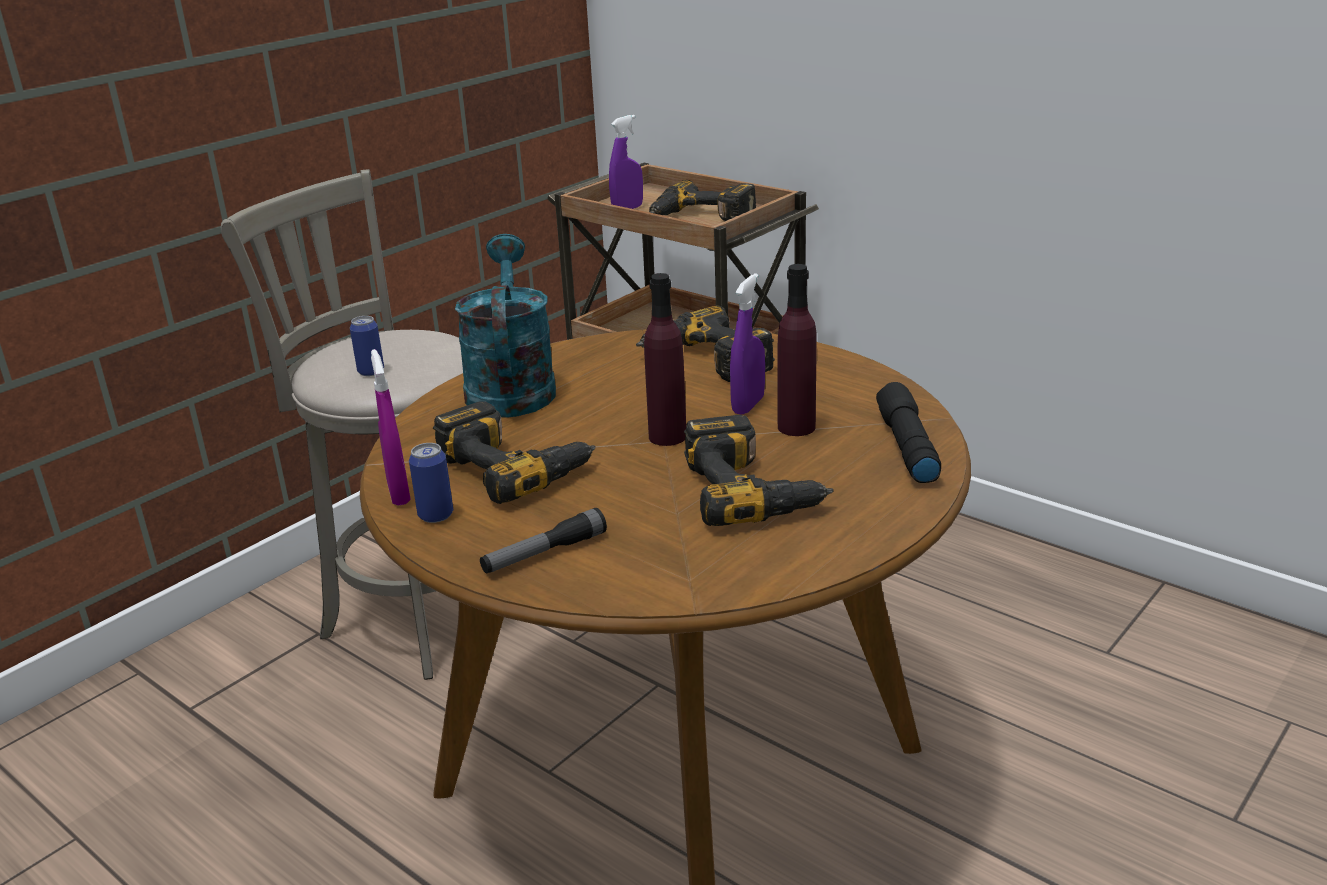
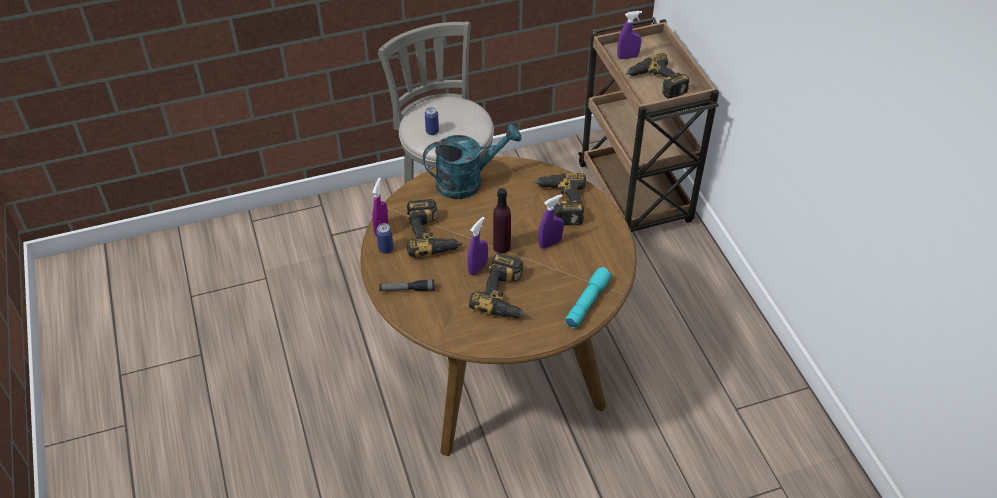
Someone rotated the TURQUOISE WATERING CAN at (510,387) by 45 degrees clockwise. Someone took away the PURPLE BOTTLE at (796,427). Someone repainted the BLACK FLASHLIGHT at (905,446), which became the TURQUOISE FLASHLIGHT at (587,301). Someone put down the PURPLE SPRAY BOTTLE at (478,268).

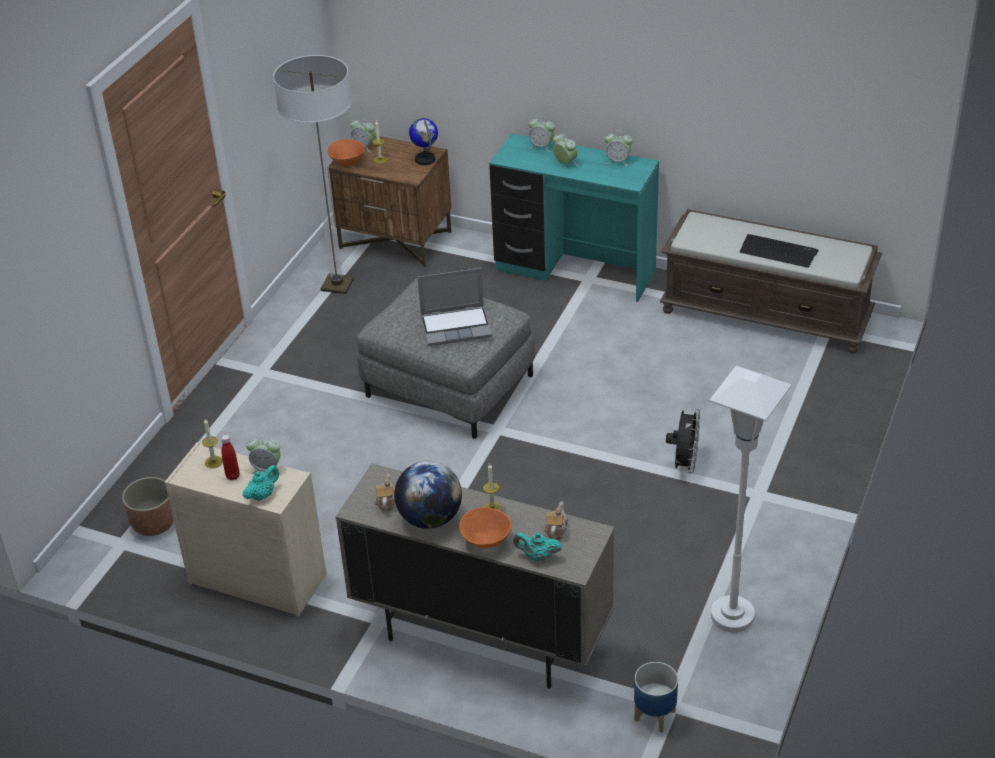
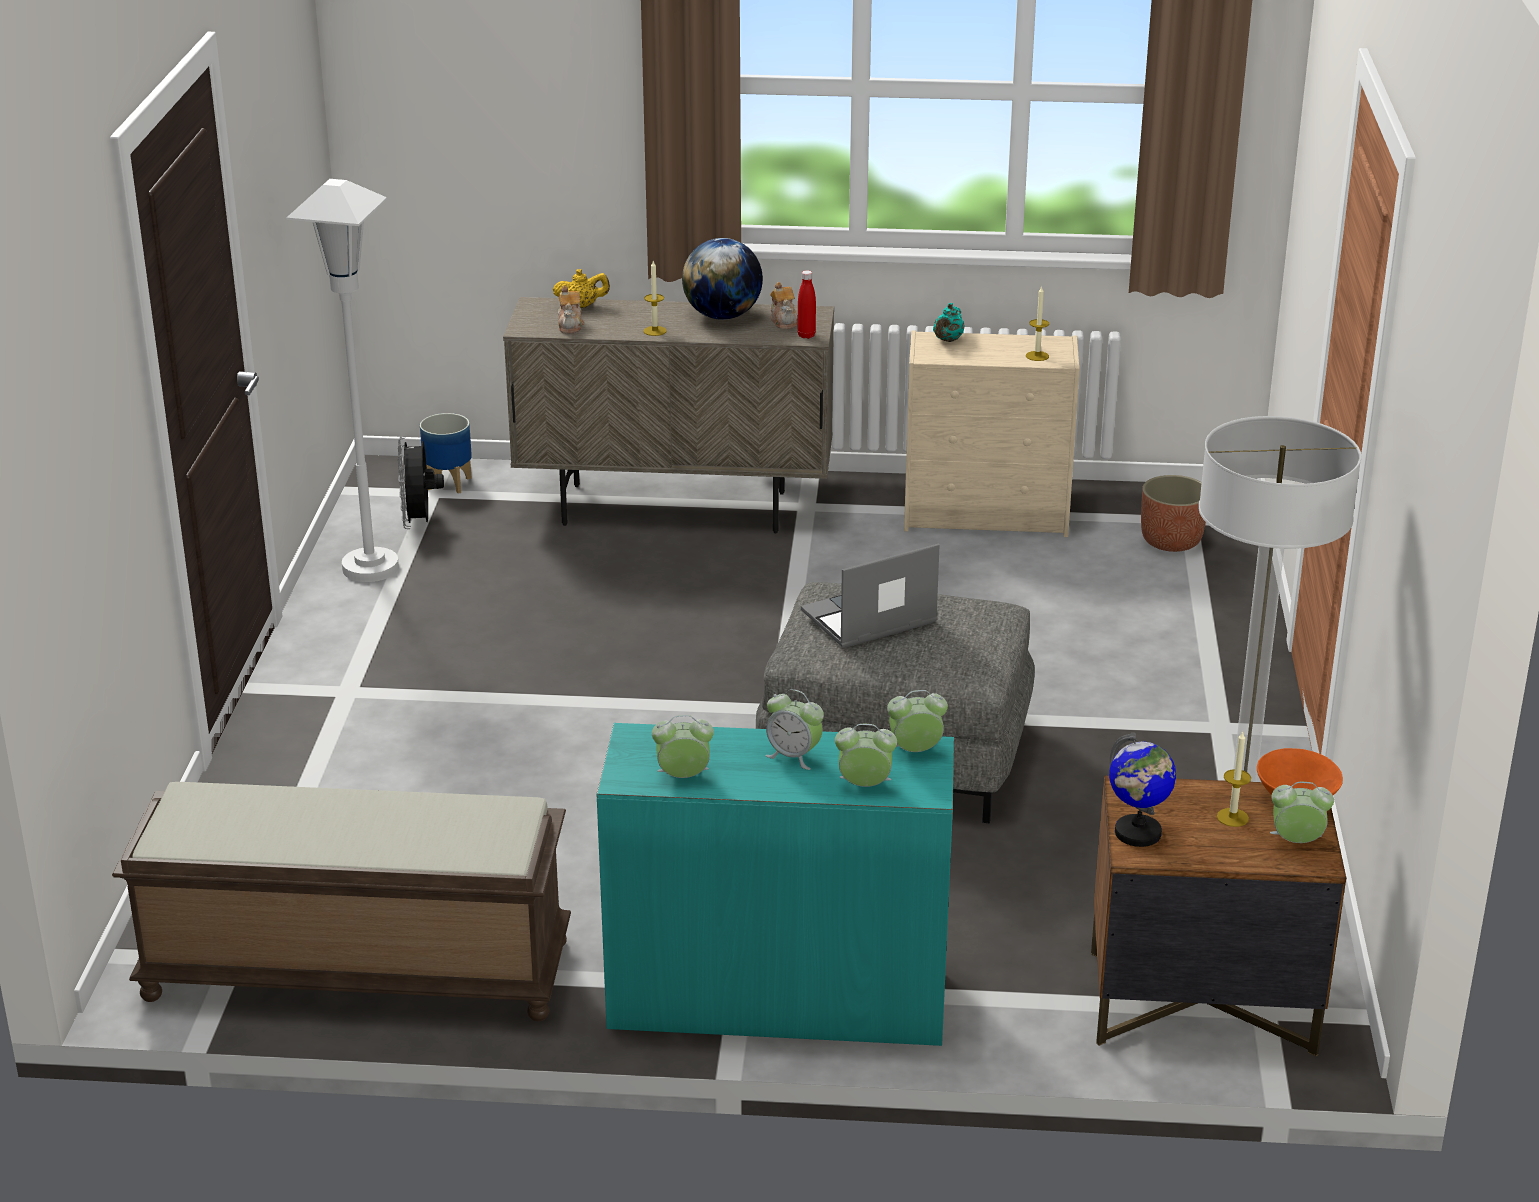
Someone carried the RED BOTTLE from (233,476) to (806,335). Someone carried the ALARM CLOCK from (267,469) to (915,751). Someone took away the ORANGE BOWL at (485,540). Someone repainted the TURQUOISE TEAPOT at (537,557), which became the YELLOW TEAPOT at (581,306). Someone carried the BLACK FAN from (684,464) to (420,523). Someone took away the KEYBOARD at (778,251).

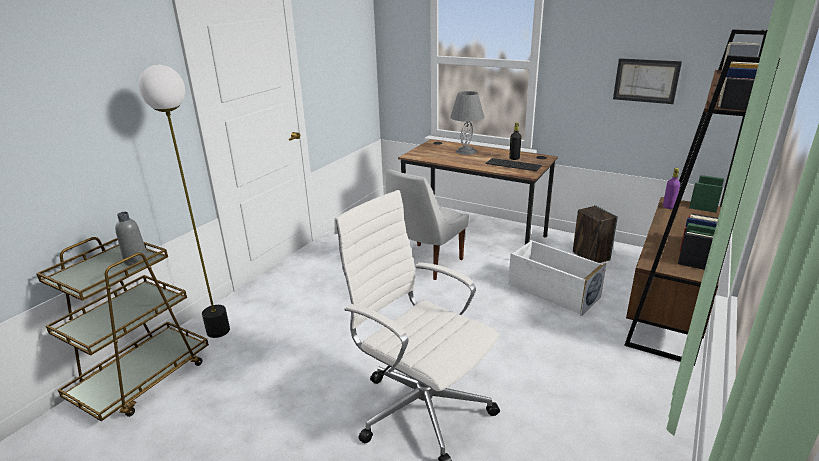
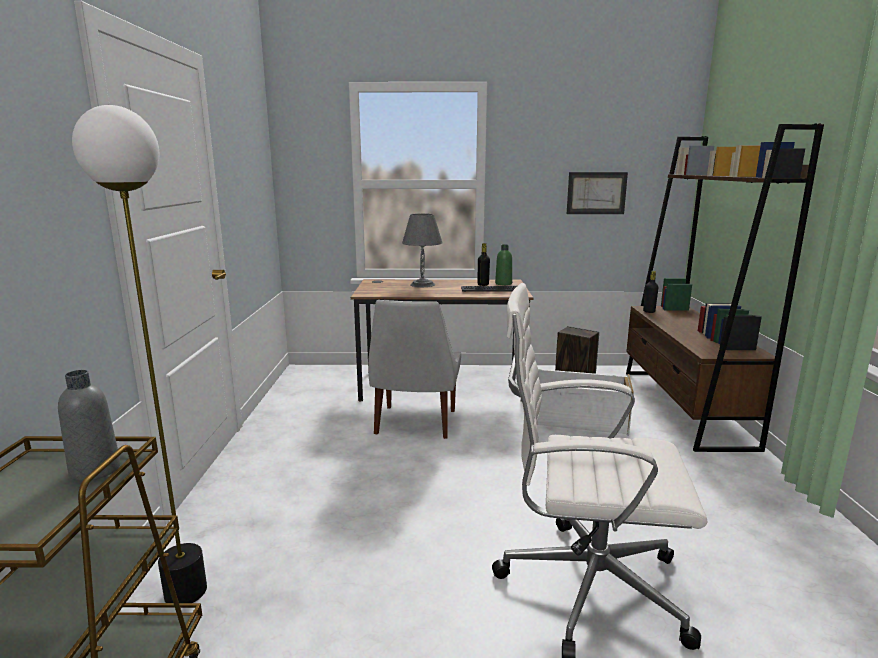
Someone repainted the PURPLE BOTTLE at (668,207), which became the BLACK BOTTLE at (649,311). Someone put down the GREEN BOTTLE at (503,283).

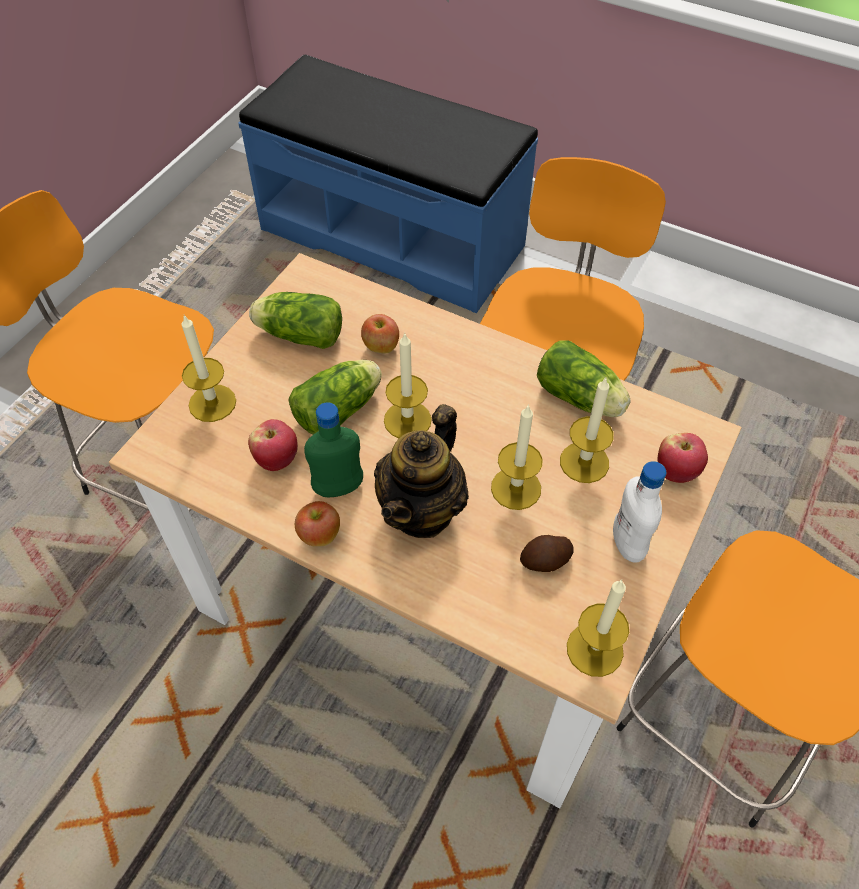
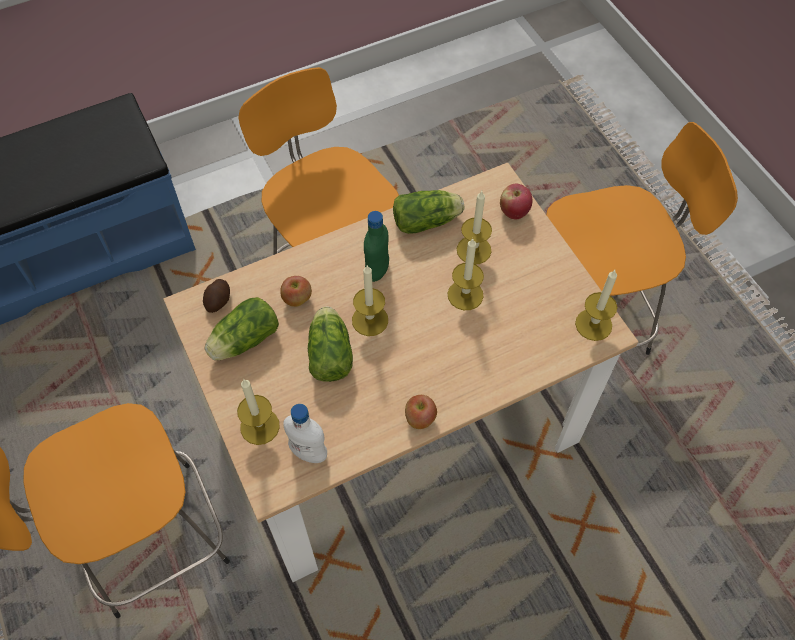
Someone took away the APPLE at (277,459). Someone carried the GREEN BOTTLE from (338,488) to (377,270). Someone took away the TEAPOT at (422,510). Someone carried the POTATO from (546,561) to (219,300). Someone carried the WHITE BOTTLE from (628,543) to (309,452).

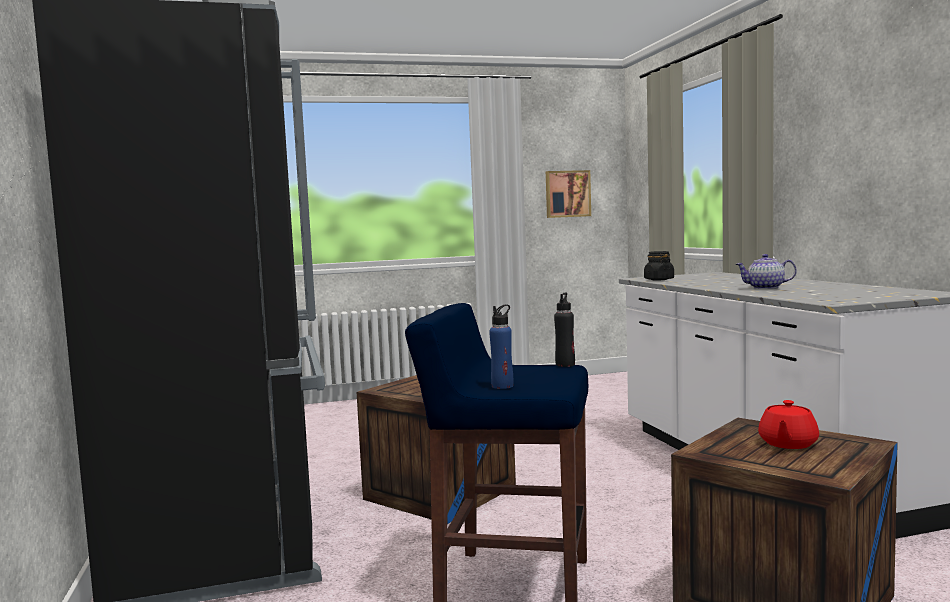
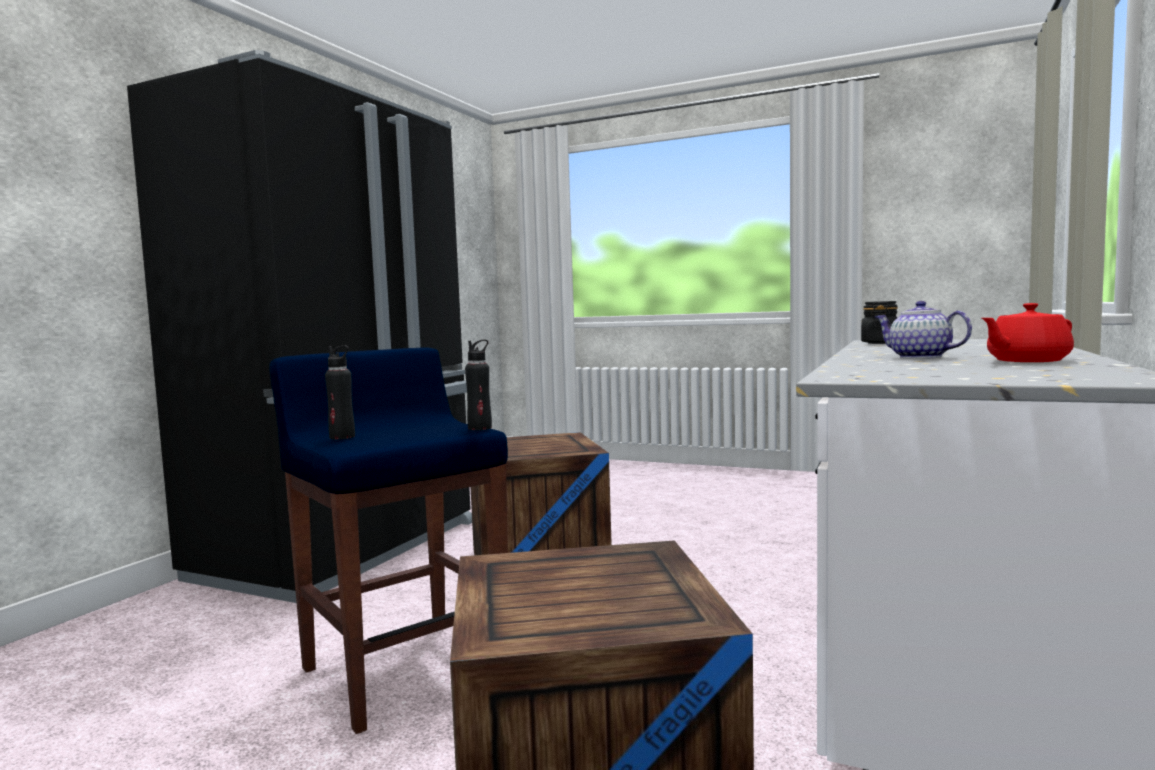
Someone repainted the BLUE BOTTLE at (502,386), which became the BLACK BOTTLE at (342,437). Someone took away the PICTURE at (567,194). Someone carried the RED TEAPOT from (787,444) to (1026,361).

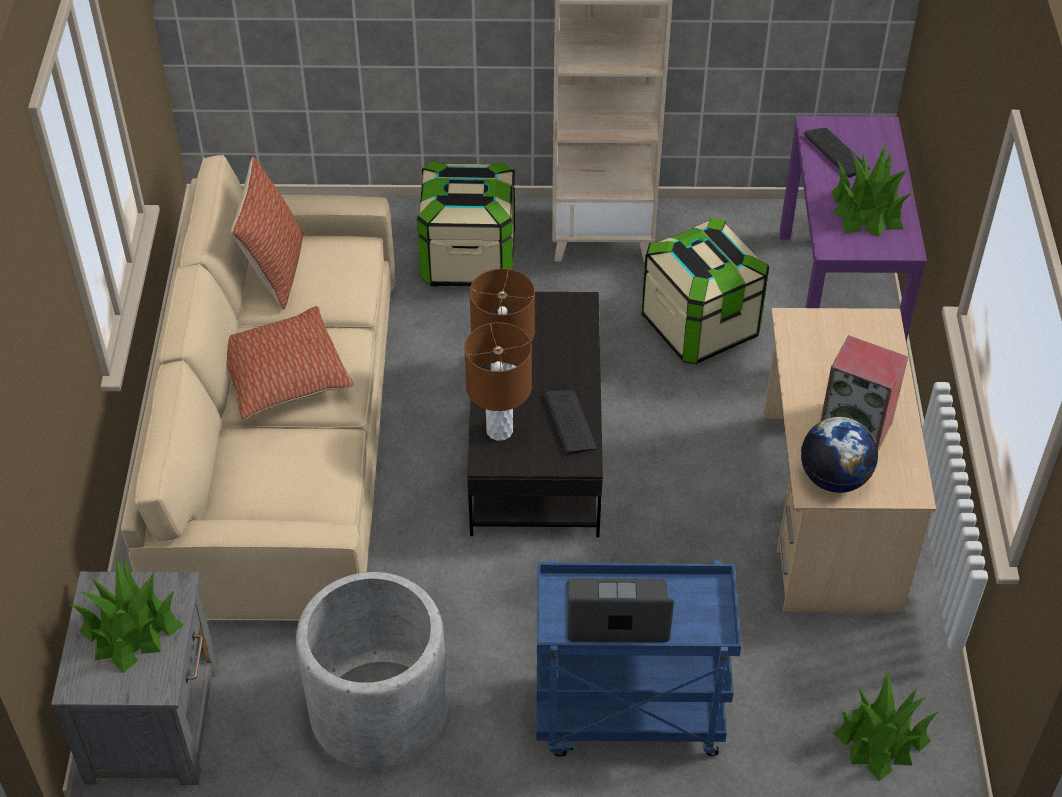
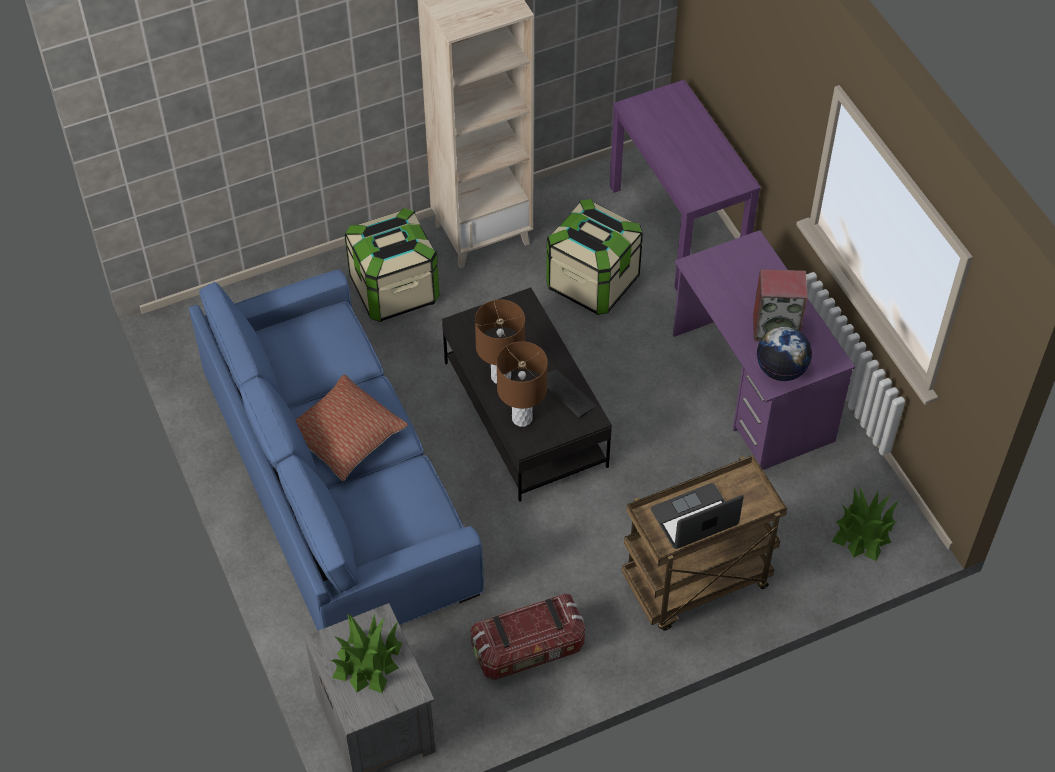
Someone repainted the BEIGE SOFA at (282,436), which became the BLUE SOFA at (338,480). Someone took away the PILLOW at (275,269). Someone swapped the GREY PLANTER at (379,710) for the STORAGE BOX at (529,649). Someone repainted the BLUE CART at (627,716), which became the BROWN CART at (695,584). Someone repainted the BEIGE DESK at (829,510), which became the PURPLE DESK at (752,388). Someone took away the KEYBOARD at (836,153). Someone took away the POTTED PLANT at (867,210).

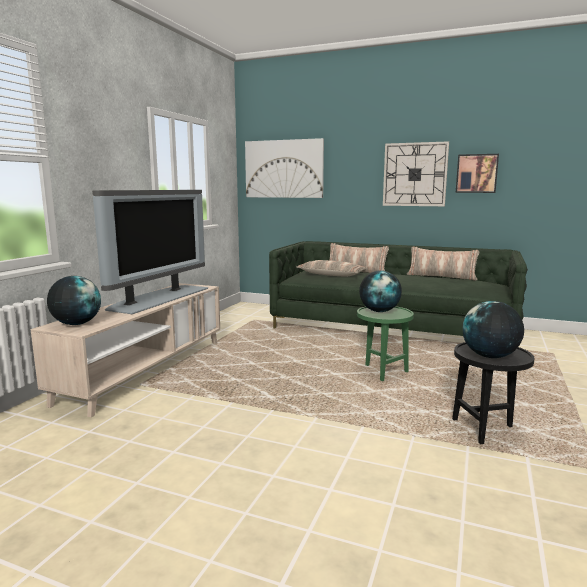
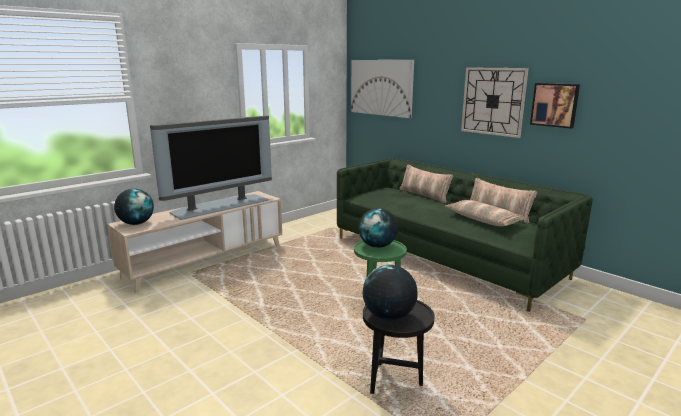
Someone carried the PILLOW from (331,275) to (483,220).

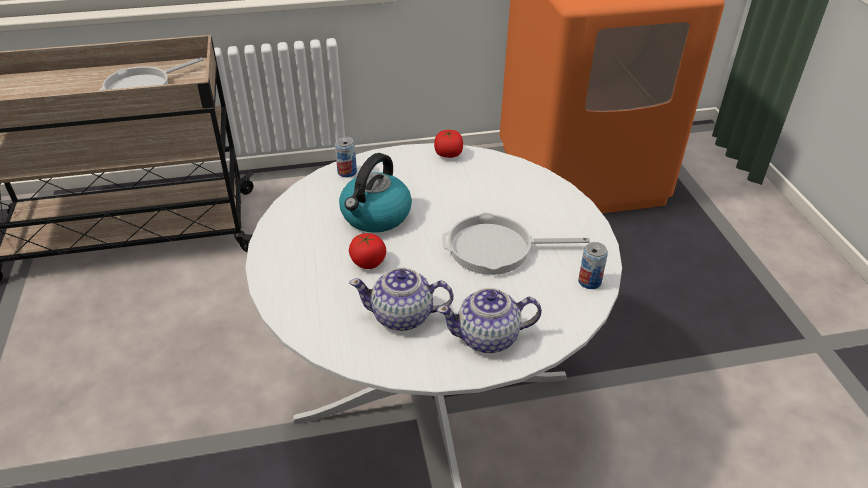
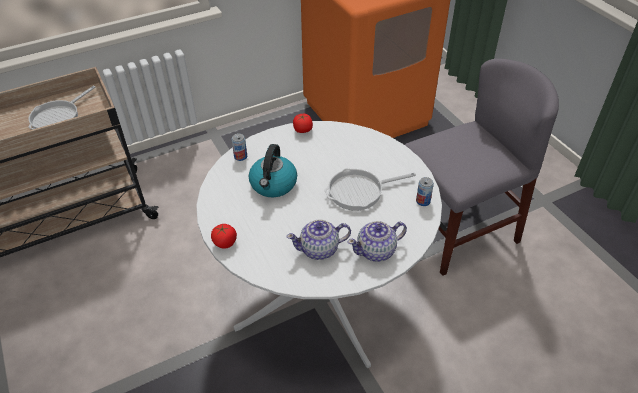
Someone carried the TOMATO from (368,262) to (225,242). Someone put down the GREY CHAIR at (457,231).

